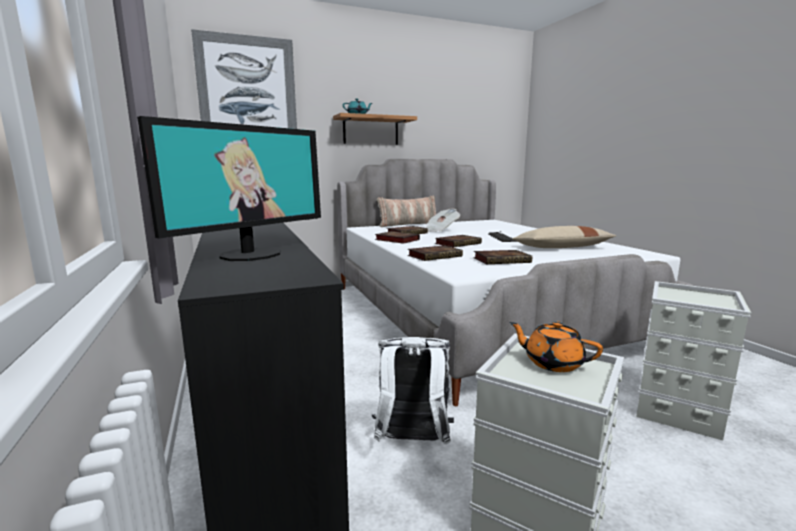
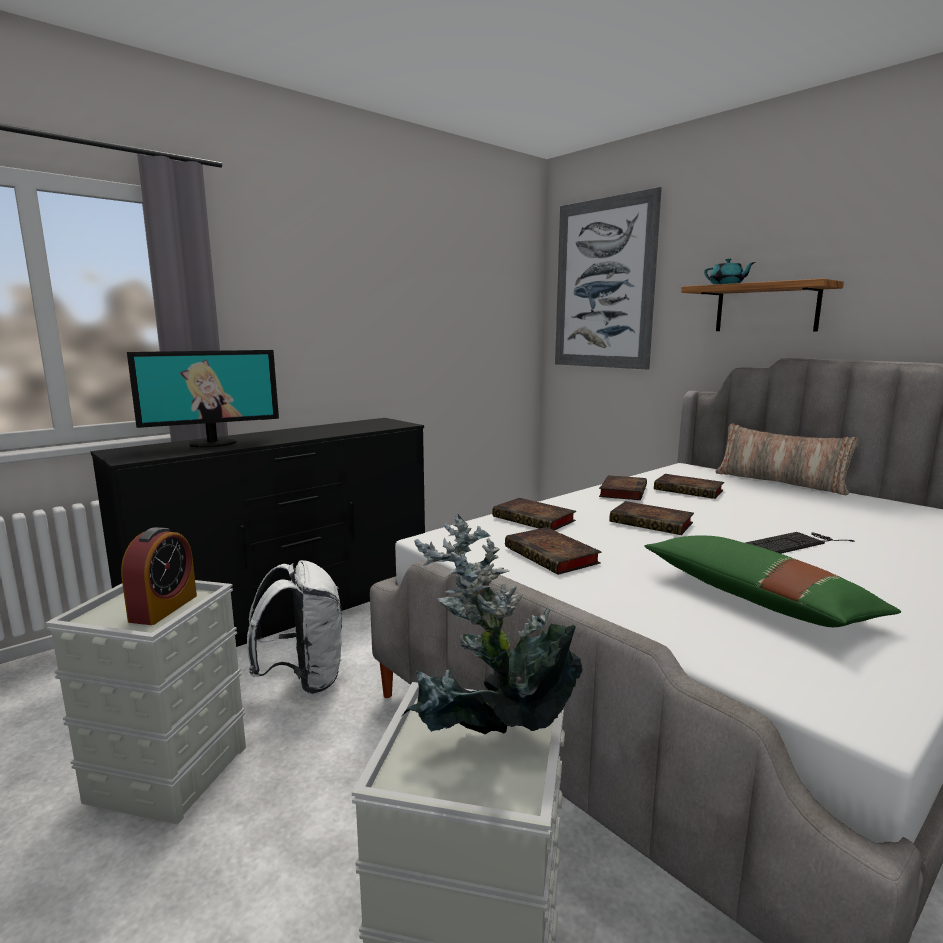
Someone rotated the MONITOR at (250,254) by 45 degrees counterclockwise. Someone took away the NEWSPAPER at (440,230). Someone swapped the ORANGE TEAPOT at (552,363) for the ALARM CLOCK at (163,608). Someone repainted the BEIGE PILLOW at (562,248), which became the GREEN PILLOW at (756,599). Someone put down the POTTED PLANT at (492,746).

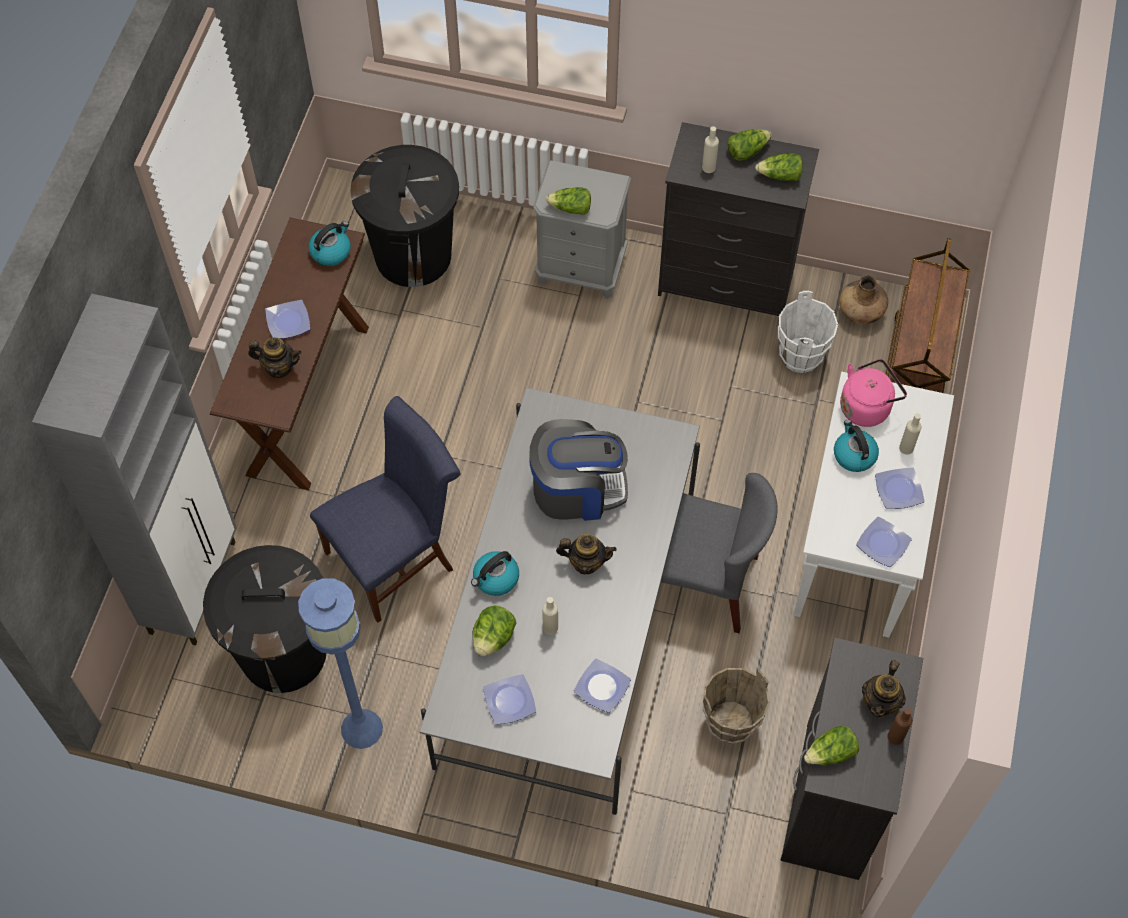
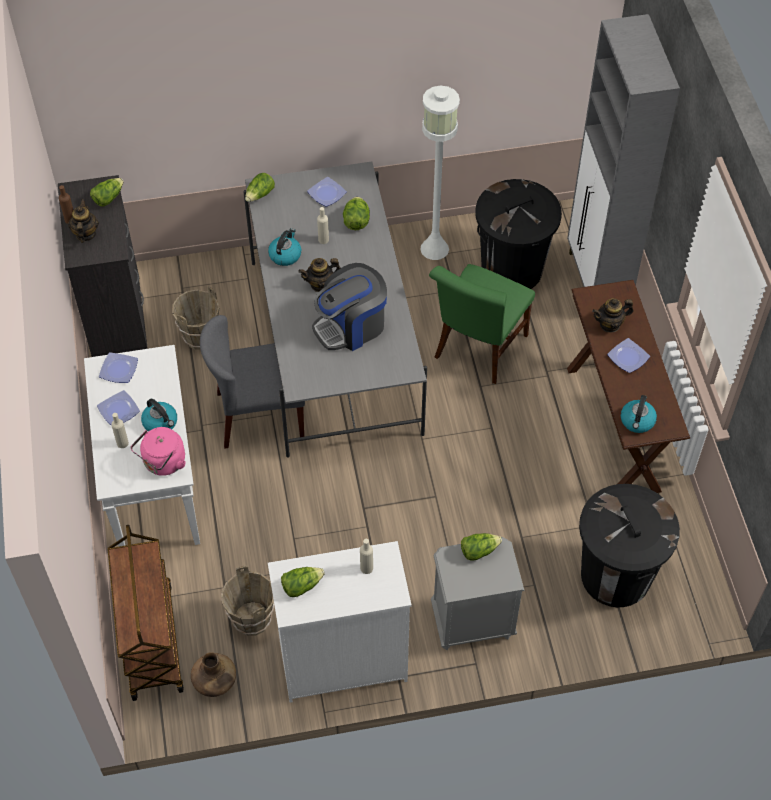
Someone repainted the BLUE FLOOR LAMP at (361,728), which became the WHITE FLOOR LAMP at (435,248). Someone repainted the BLUE CHAIR at (396,557), which became the GREEN CHAIR at (477,350). Someone carried the KETTLE from (495,579) to (285,255). Someone took away the PLATE at (601,687). Someone repainted the BLACK DRESSER at (727,282), which became the WHITE DRESSER at (342,662). Someone carried the LETTUCE from (747,151) to (260,194). Someone repainted the WHITE BUCKET at (801,356), which became the BROWN BUCKET at (251,619).

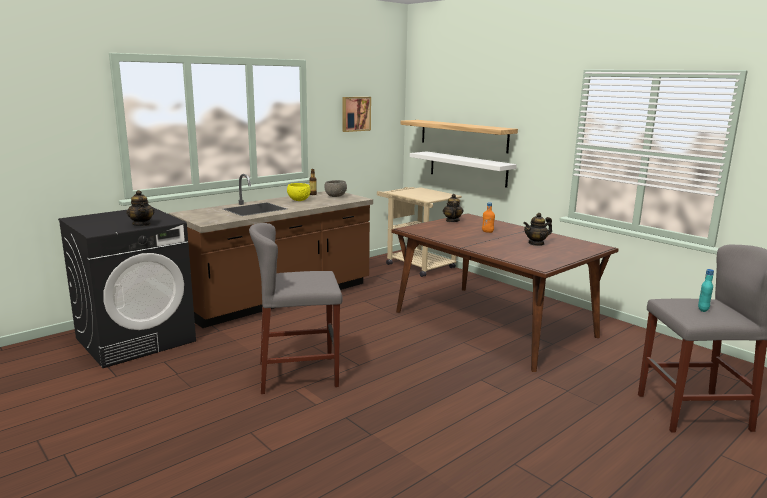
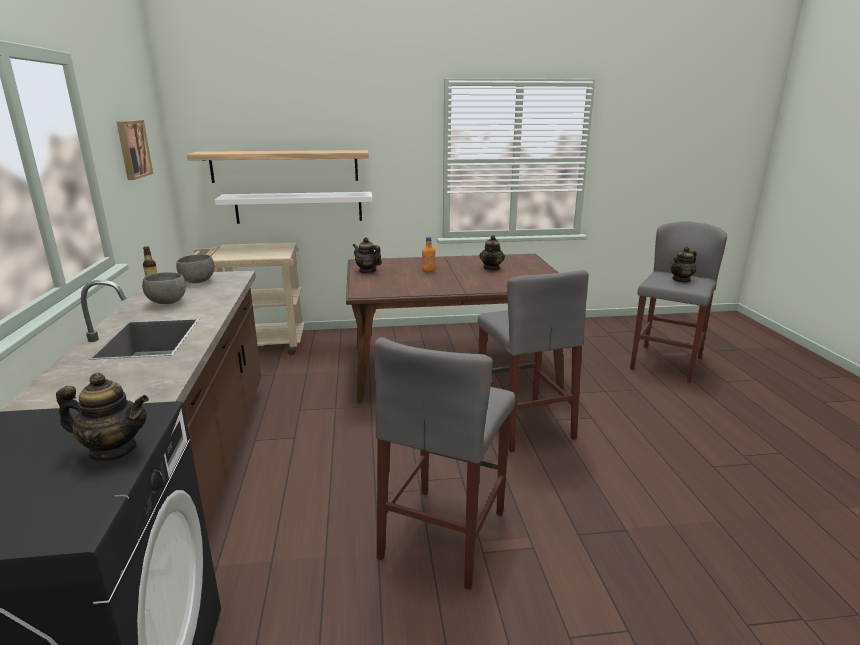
Someone repainted the YELLOW BOWL at (298,200), which became the GREY BOWL at (168,302). Someone swapped the TURQUOISE BOTTLE at (703,309) for the TEAPOT at (681,280). Someone put down the GREY STOOL at (524,423).

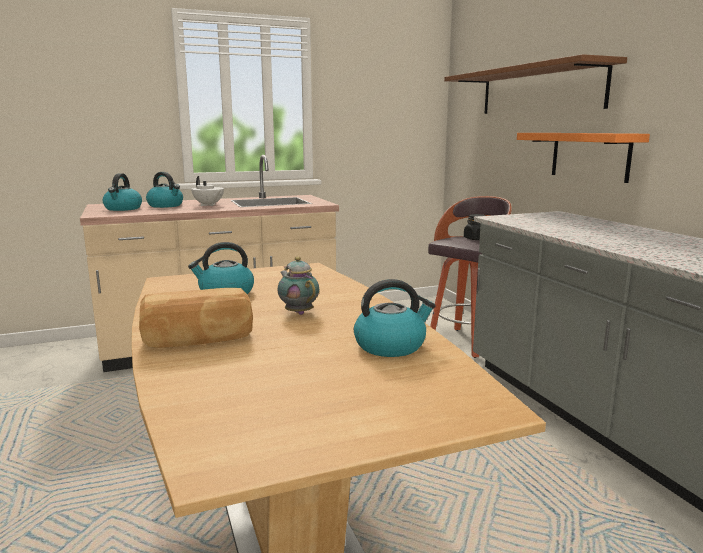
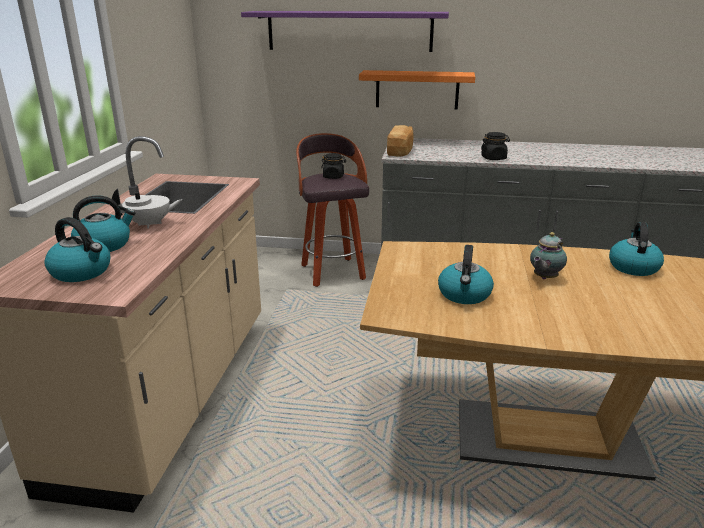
Someone carried the BREAD from (198,339) to (401,151). Someone rotated the TEAPOT at (298,312) by 45 degrees counterclockwise. Someone repainted the BROWN SHELF at (539,90), which became the PURPLE SHELF at (349,31). Someone put down the BLACK JAR at (493,158).

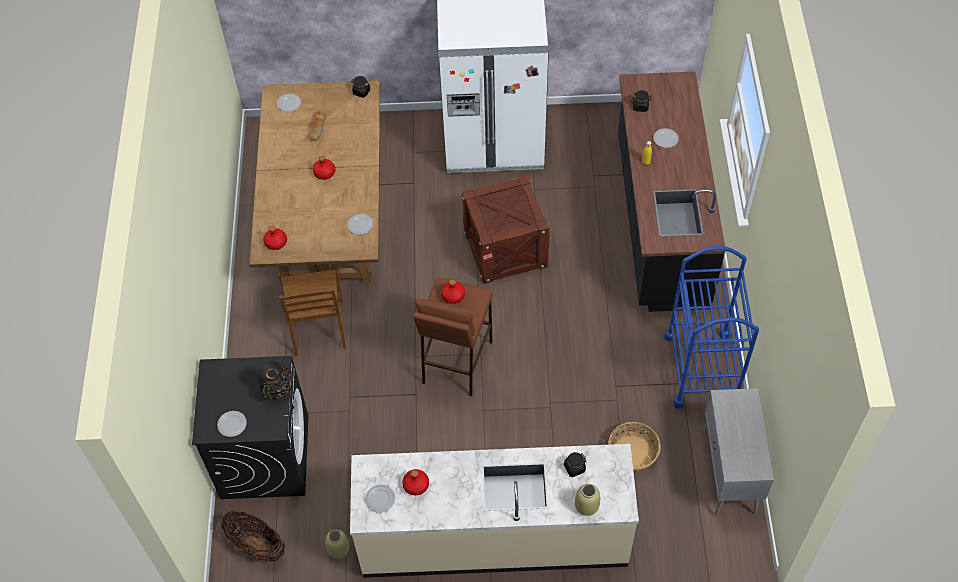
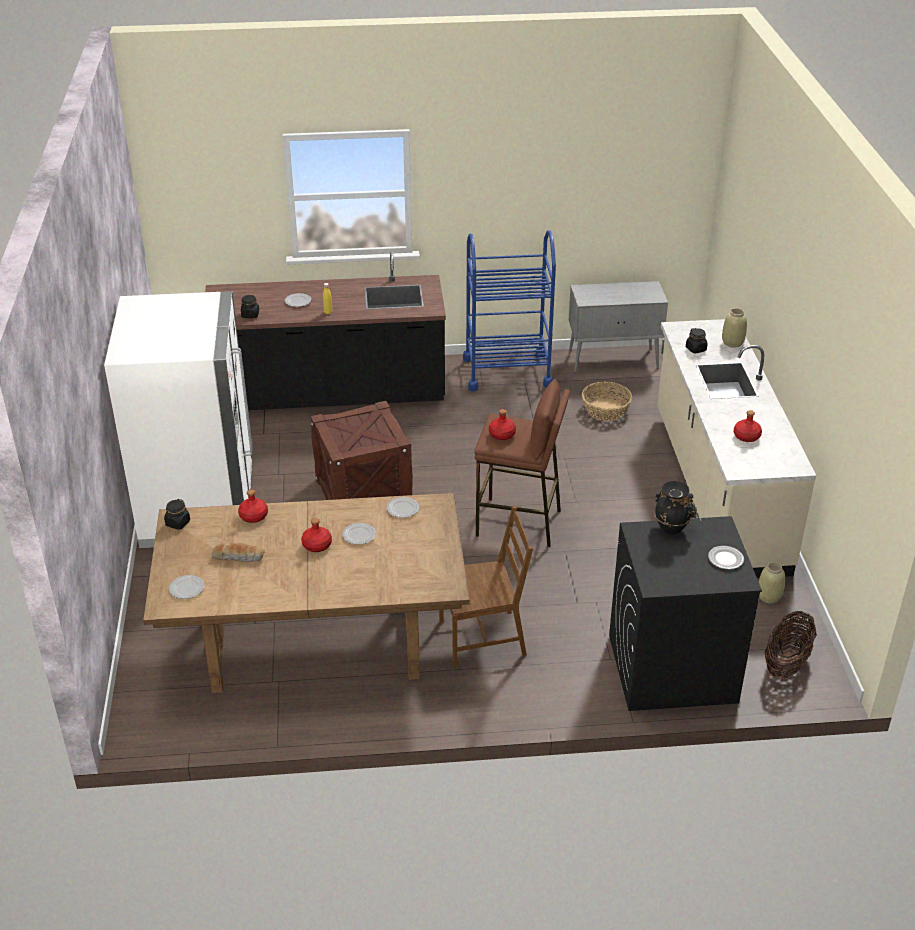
Someone carried the RED BOTTLE from (276,242) to (253,516). Someone carried the PLATE from (380,499) to (359,535).

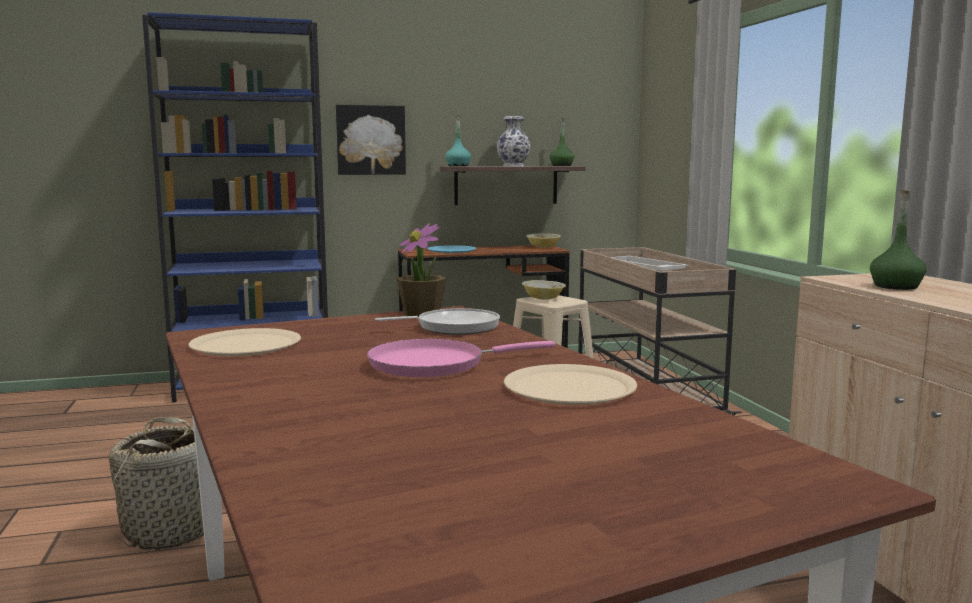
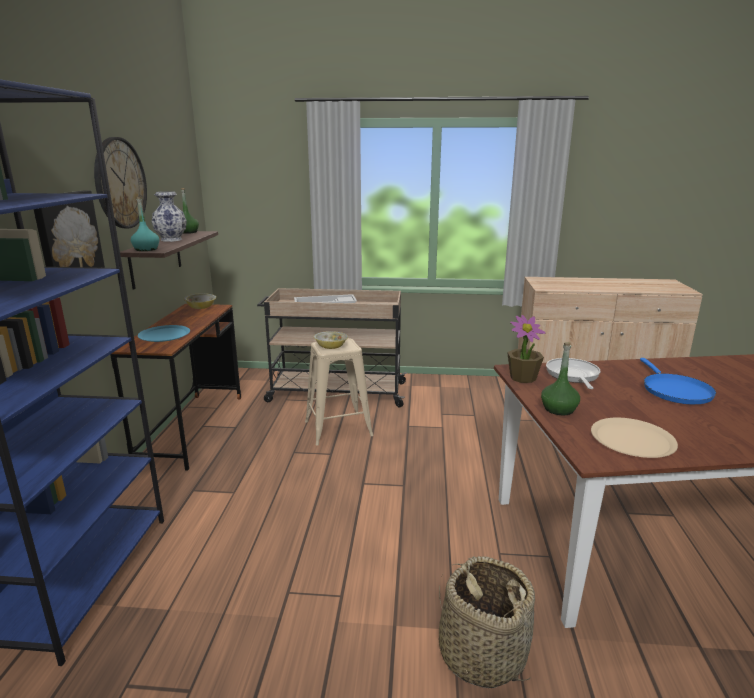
Someone repainted the PINK FRYING PAN at (435,364), which became the BLUE FRYING PAN at (674,390). Someone took away the BEIGE PLATE at (570,387). Someone carried the GREEN BOTTLE from (895,286) to (558,409). Someone put up the WALL CLOCK at (120,183).

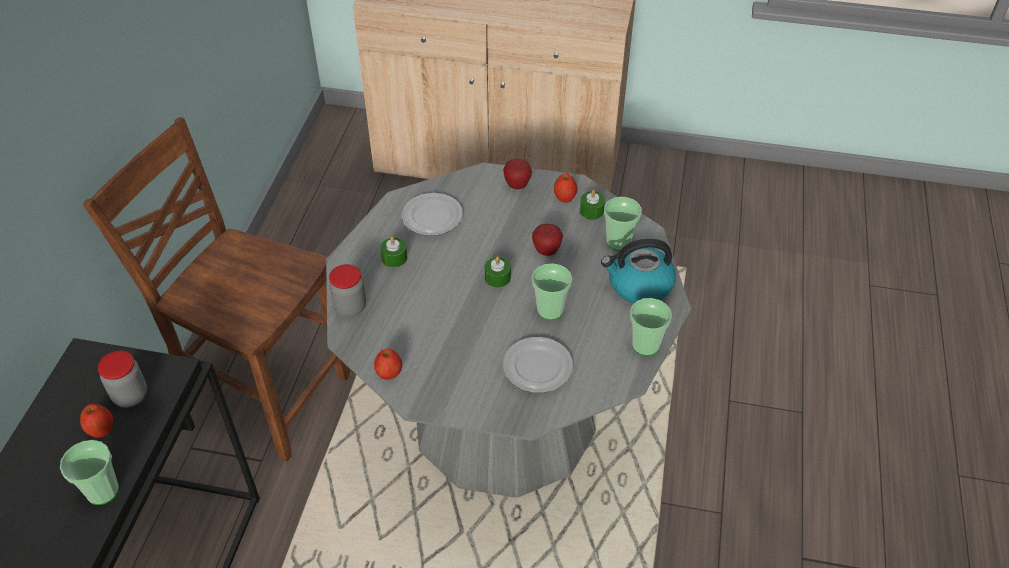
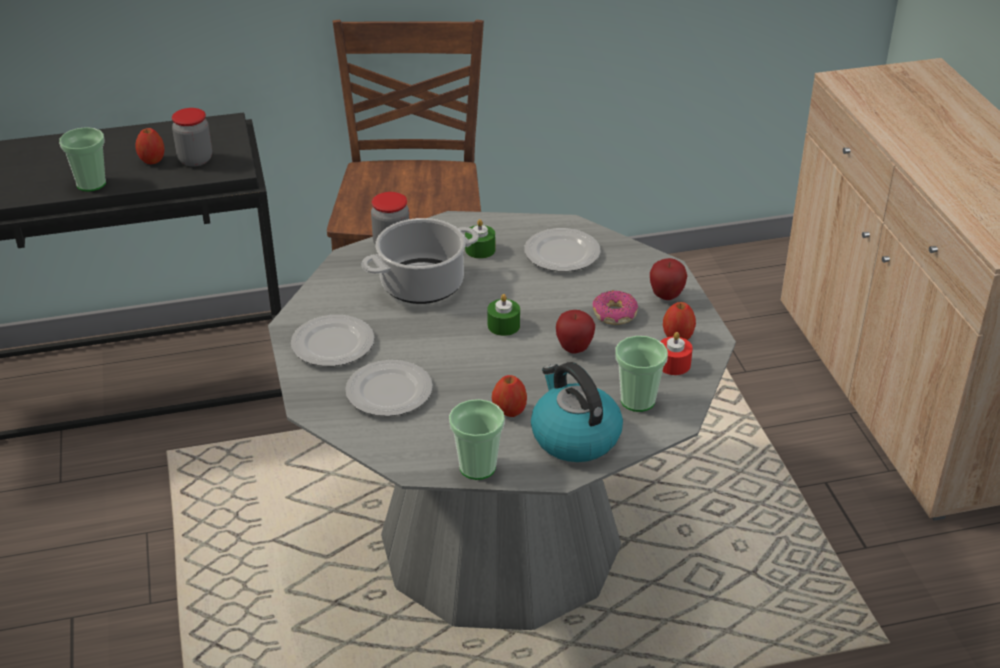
Someone carried the APPLE from (389,374) to (509,411). Someone took away the CUP at (550,310). Someone repainted the GREEN CANDLE at (591,211), which became the RED CANDLE at (673,364). Someone put down the PLATE at (333,345). Someone put down the COOKING POT at (423,284). Someone put down the DONUT at (614,315).

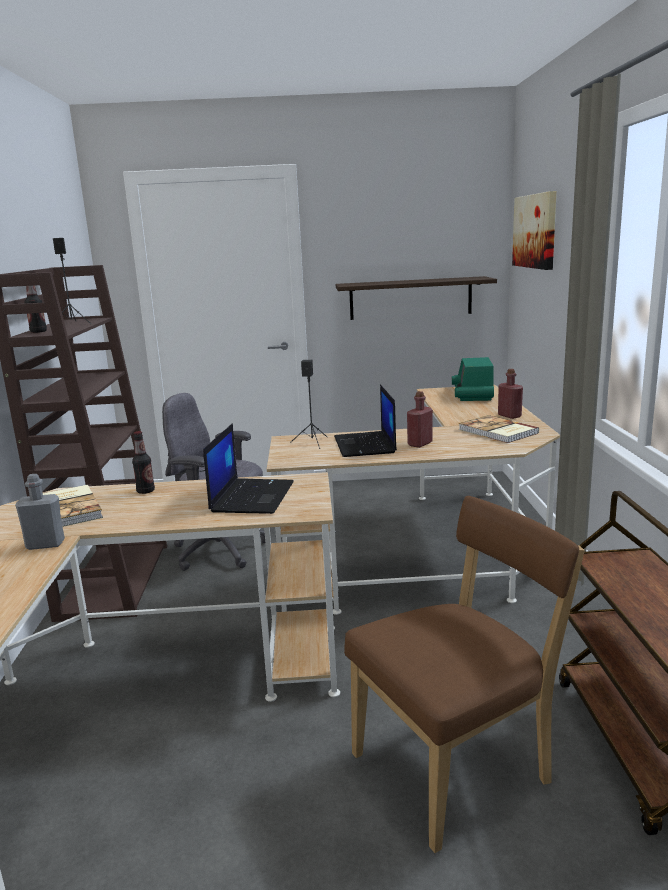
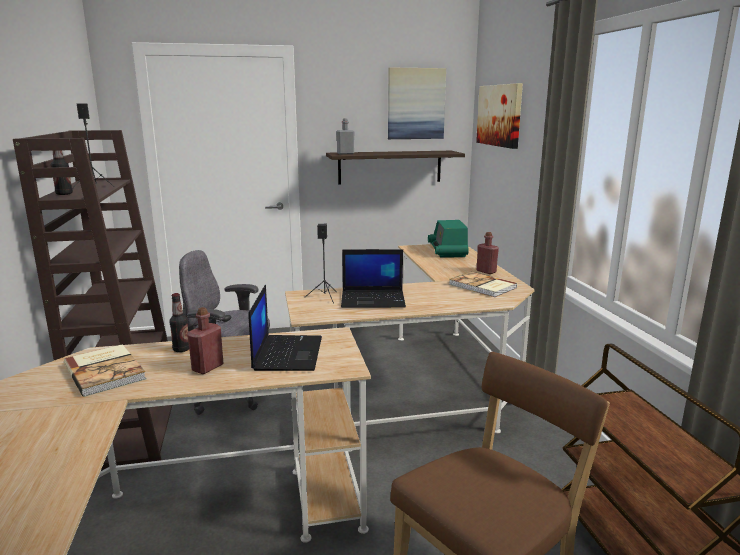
Someone carried the GREY BOTTLE from (45,544) to (345,153). Someone rotated the LAPTOP at (365,445) by 75 degrees counterclockwise. Someone carried the RED BOTTLE from (420,444) to (207,367). Someone put up the PICTURE at (416,104).

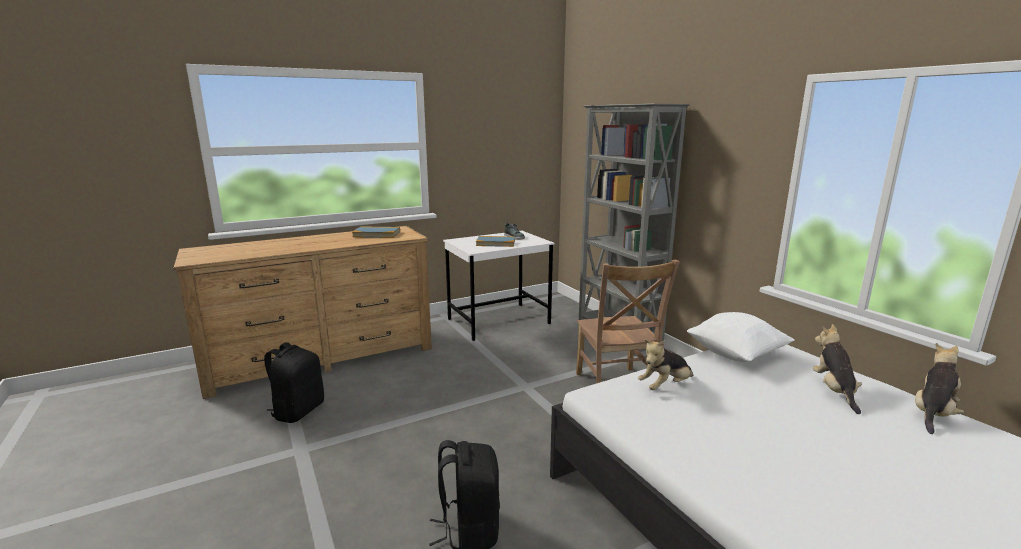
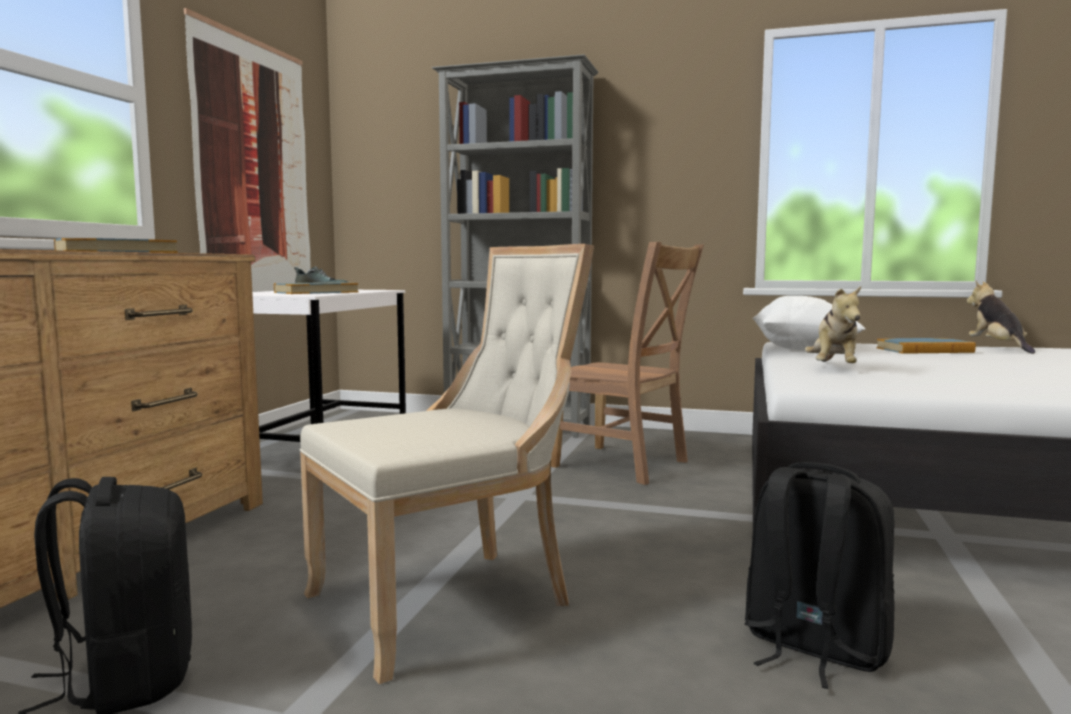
Someone swapped the PLUSH TOY at (834,391) for the BOOK at (924,350). Someone put up the PICTURE at (255,172). Someone put down the BEIGE CHAIR at (450,601).

